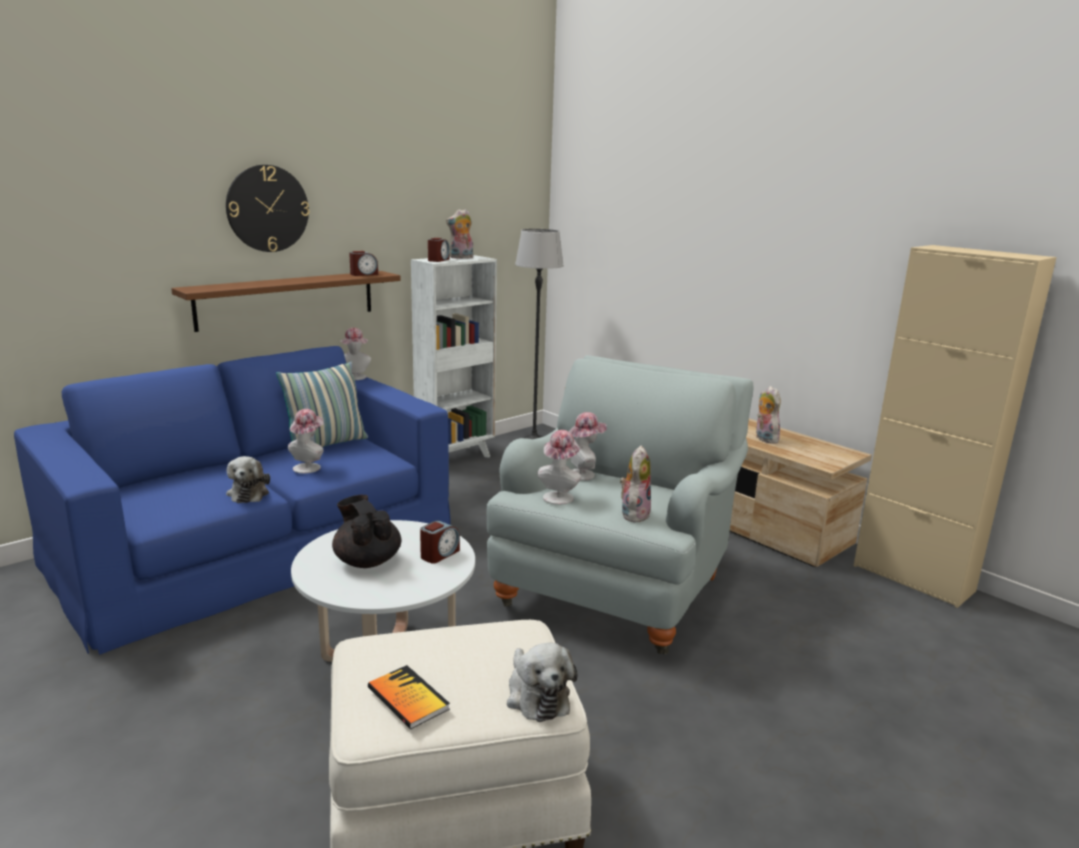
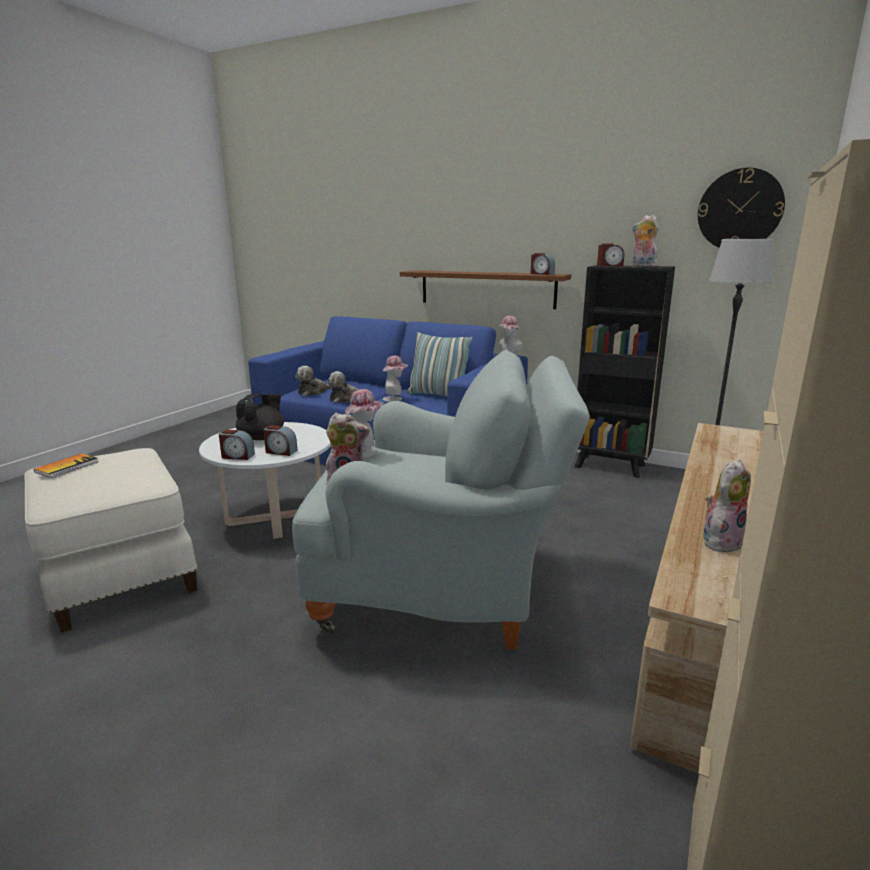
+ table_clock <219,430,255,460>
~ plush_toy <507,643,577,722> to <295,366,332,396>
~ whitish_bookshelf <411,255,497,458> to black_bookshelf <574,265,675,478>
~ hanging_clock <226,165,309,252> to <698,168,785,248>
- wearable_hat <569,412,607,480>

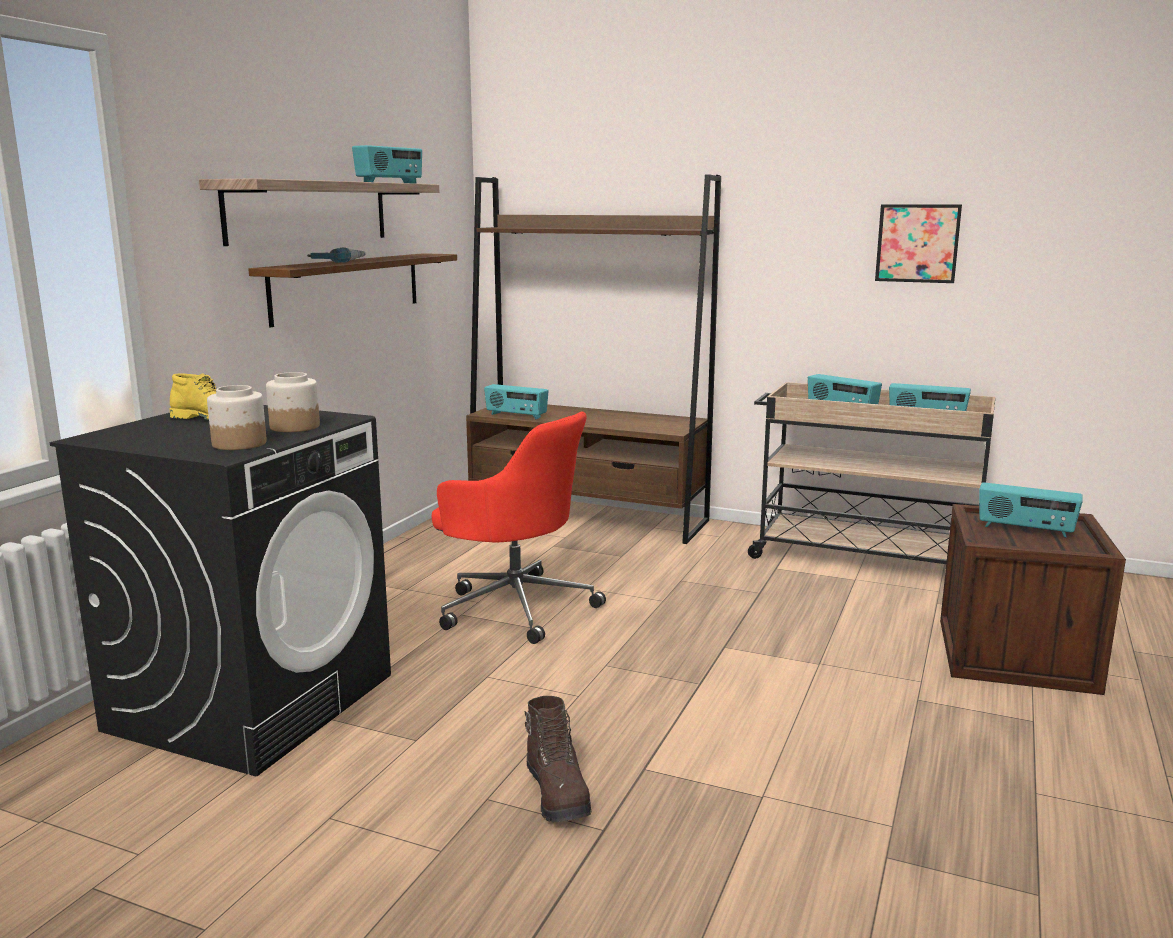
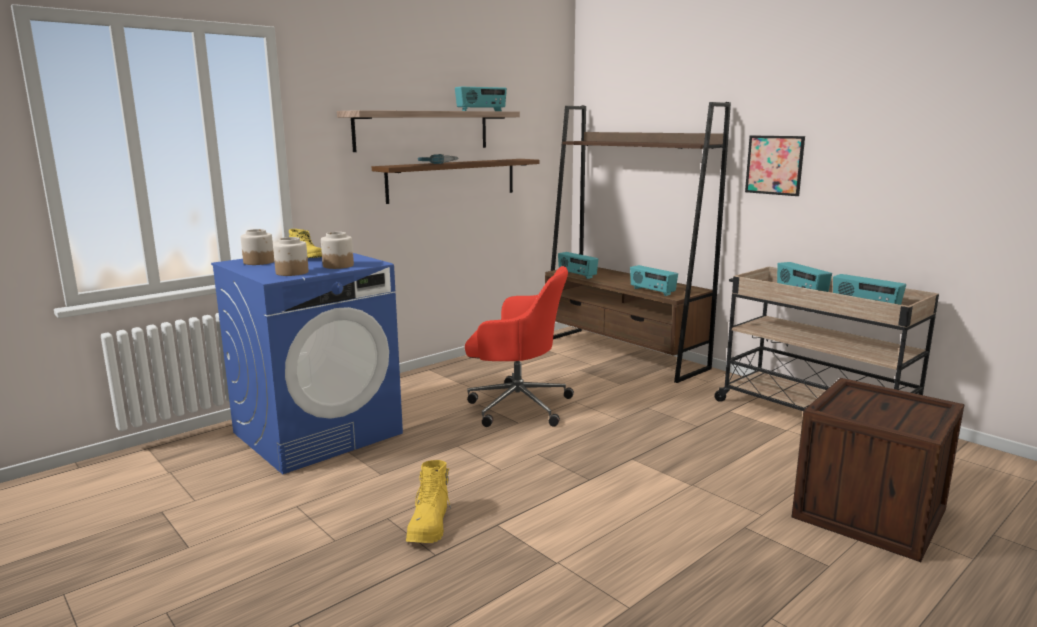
~ black_washing_machine <49,405,391,776> to blue_washing_machine <211,253,403,474>
+ preserve_jar <241,229,274,265>
~ brown-coloured_high-top_boot <525,696,591,822> to yellow_high-top_boot <406,460,451,543>
~ red-coloured_computer_chair <432,412,606,644> = <465,266,574,427> 45 degrees counterclockwise
~ radio <979,482,1082,538> to <630,265,678,296>
~ picture <875,204,962,283> to <745,136,805,196>

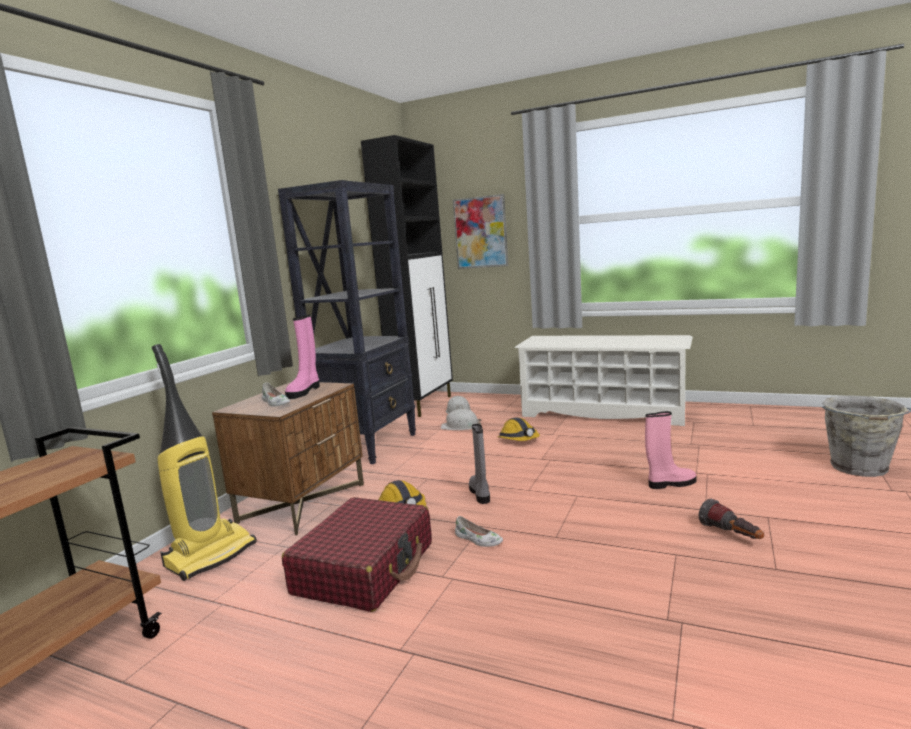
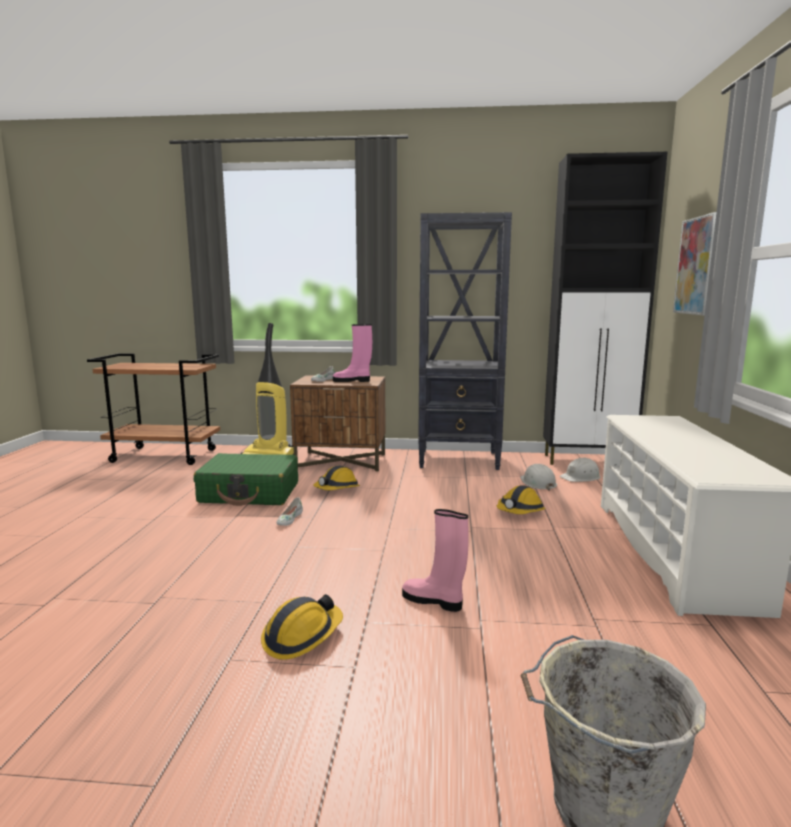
~ red-coloured_travel_case <282,497,432,612> to greenish_travel_case <194,453,298,506>
~ torch <699,499,764,539> to work_helmet <261,594,343,660>
~ pinkish_high-top_boot <645,411,696,489> = <402,509,469,612> 150 degrees clockwise
- gray_high-top_boot <469,424,490,504>

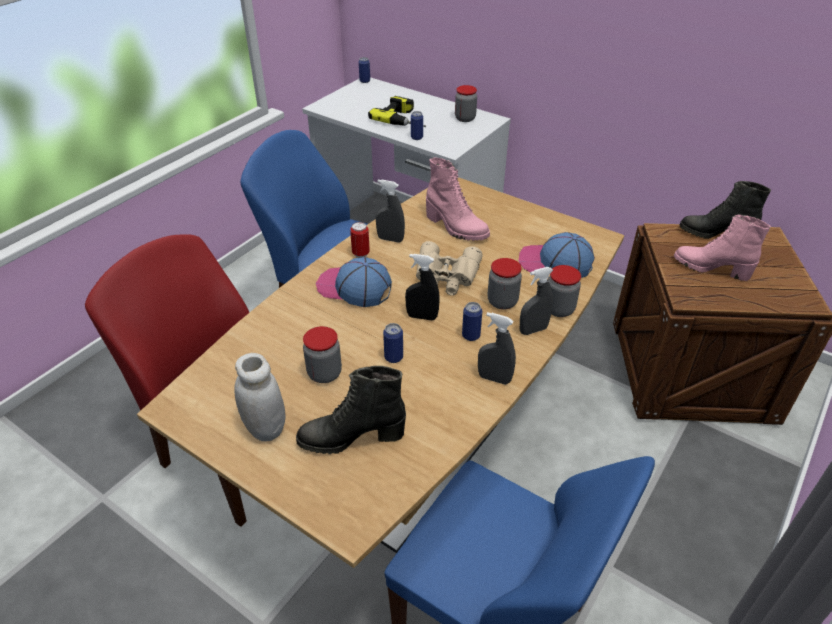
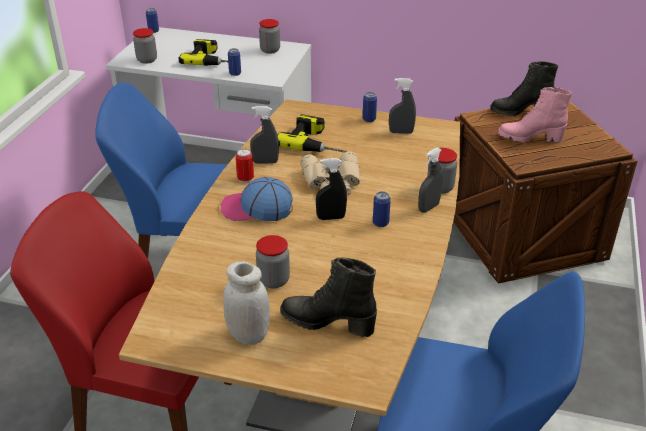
~ preserve_jar <487,258,522,310> to <133,28,157,64>
~ pinkish_high-top_boot <426,158,490,241> to drill <278,115,347,153>
~ black_high-top_boot <296,366,406,454> = <280,258,377,337> 45 degrees clockwise
~ metal_can <383,323,403,363> to <363,92,377,122>
~ gray_sprayer <478,312,516,385> to <389,78,416,134>
- cap <518,232,595,278>

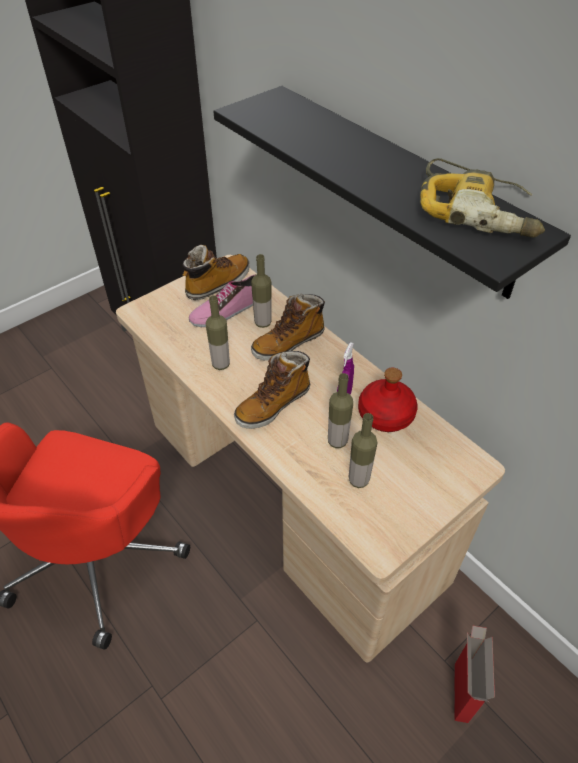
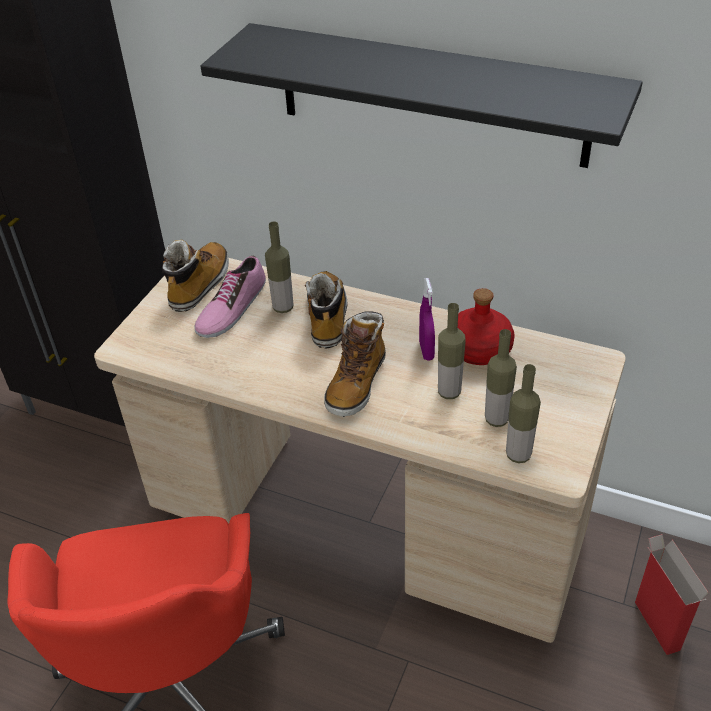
~ high-top_boot <251,294,325,361> = <305,271,347,349> 150 degrees clockwise
~ beverage_bottle <206,296,230,370> to <506,364,541,463>
- drill <420,158,545,238>

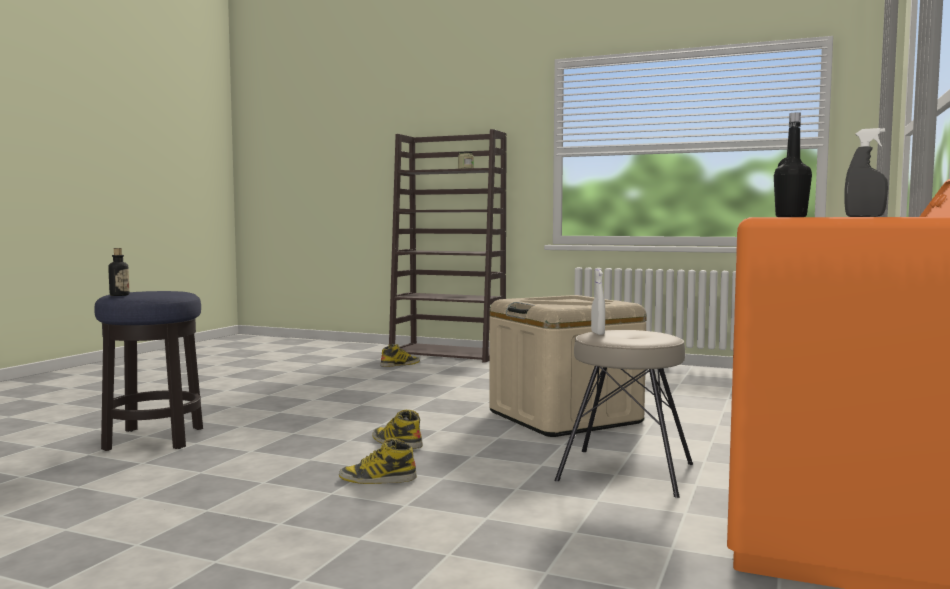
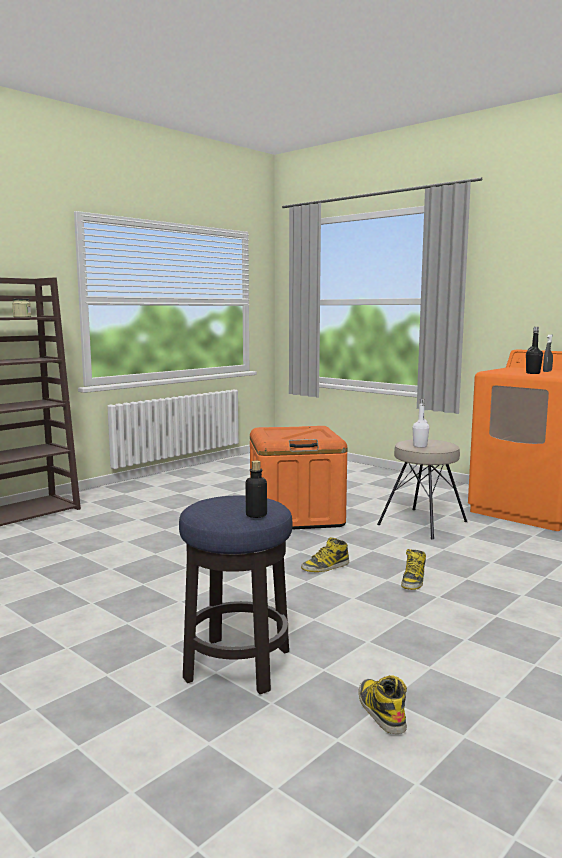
~ beige_storage_box <489,295,646,437> to orangey_storage_box <250,426,347,530>
~ high-top_boot <380,344,420,367> to <359,675,407,734>
~ whitish_sprayer <591,269,605,335> to whitish_beverage_bottle <412,399,429,448>

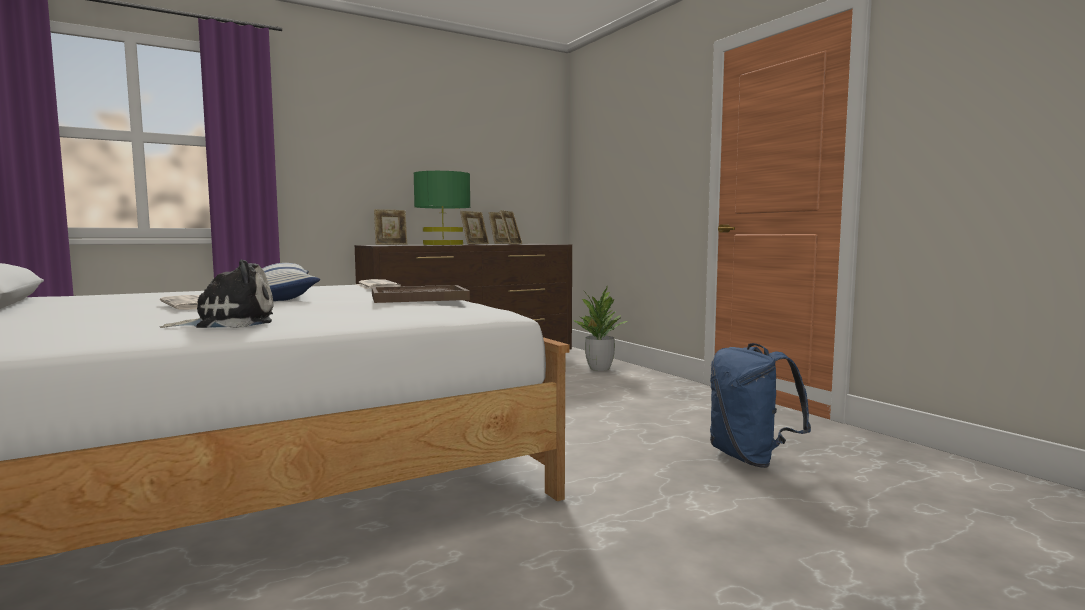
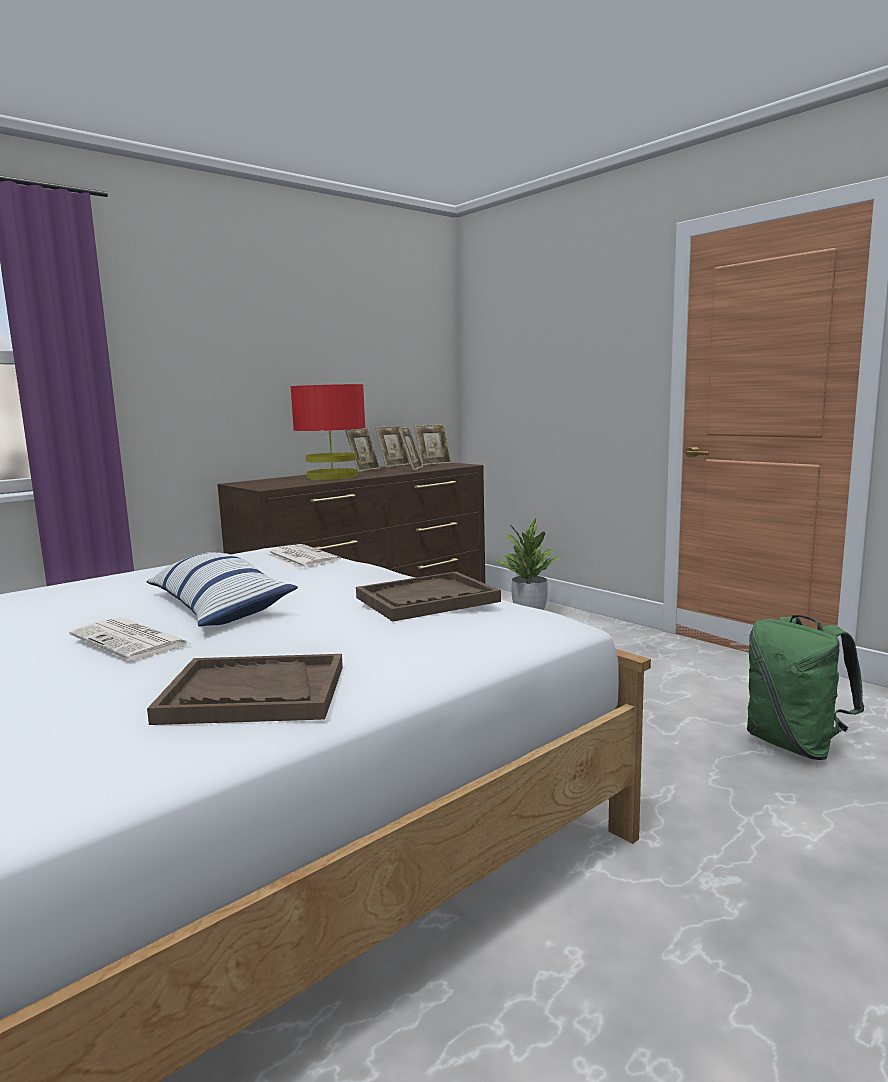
~ plush_toy <160,259,274,328> to brown-coloured_serving_tray <147,654,343,725>
~ greenish_lamp_for_a_table <413,171,471,245> to red-coloured_lamp_for_a_table <290,384,366,480>
~ picture_frame <374,209,407,245> to <414,424,452,466>
~ blue_knapsack <710,343,811,468> to greenish_knapsack <747,615,864,760>

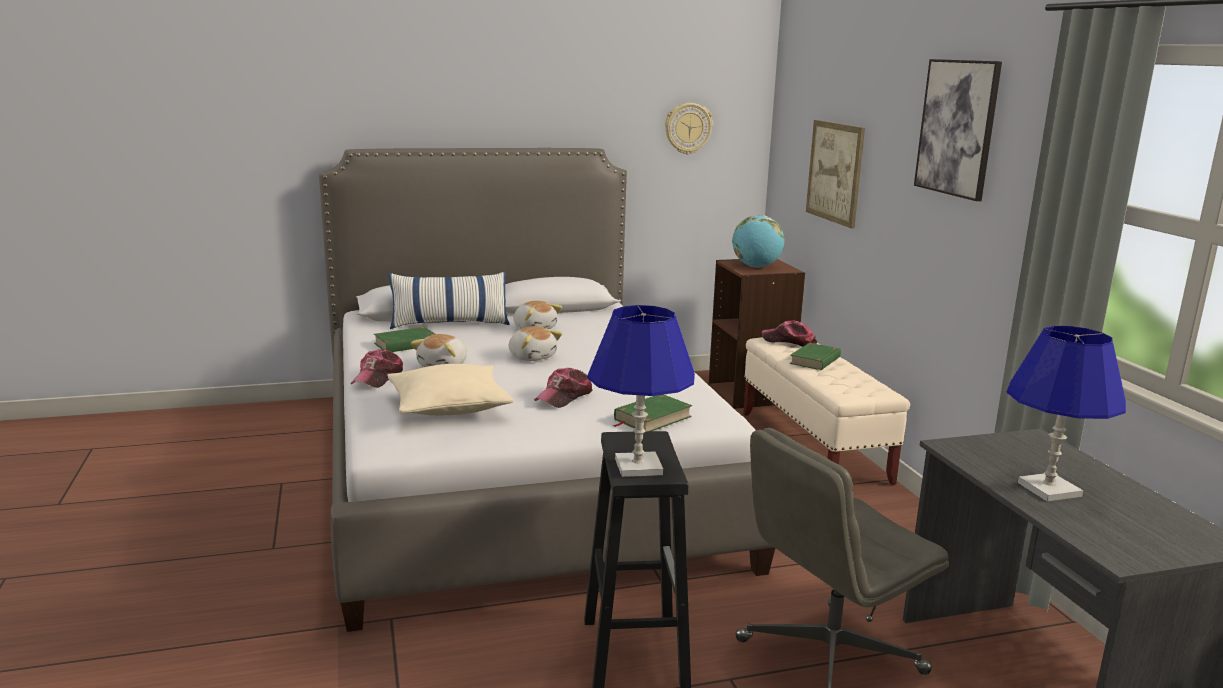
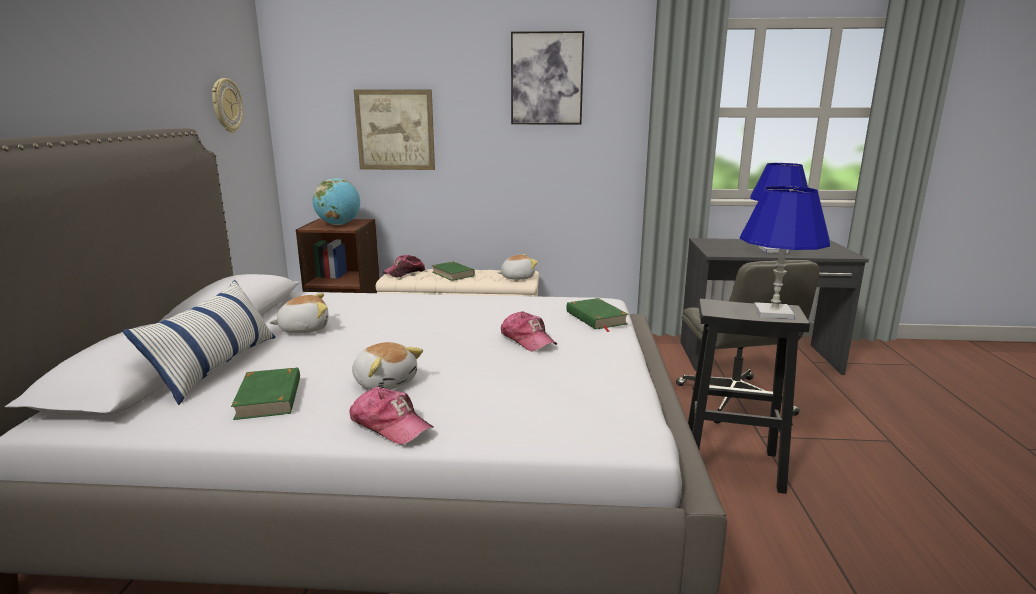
~ plush_toy <509,326,562,361> to <497,254,538,280>
- beige_throw_pillow <387,364,513,416>

